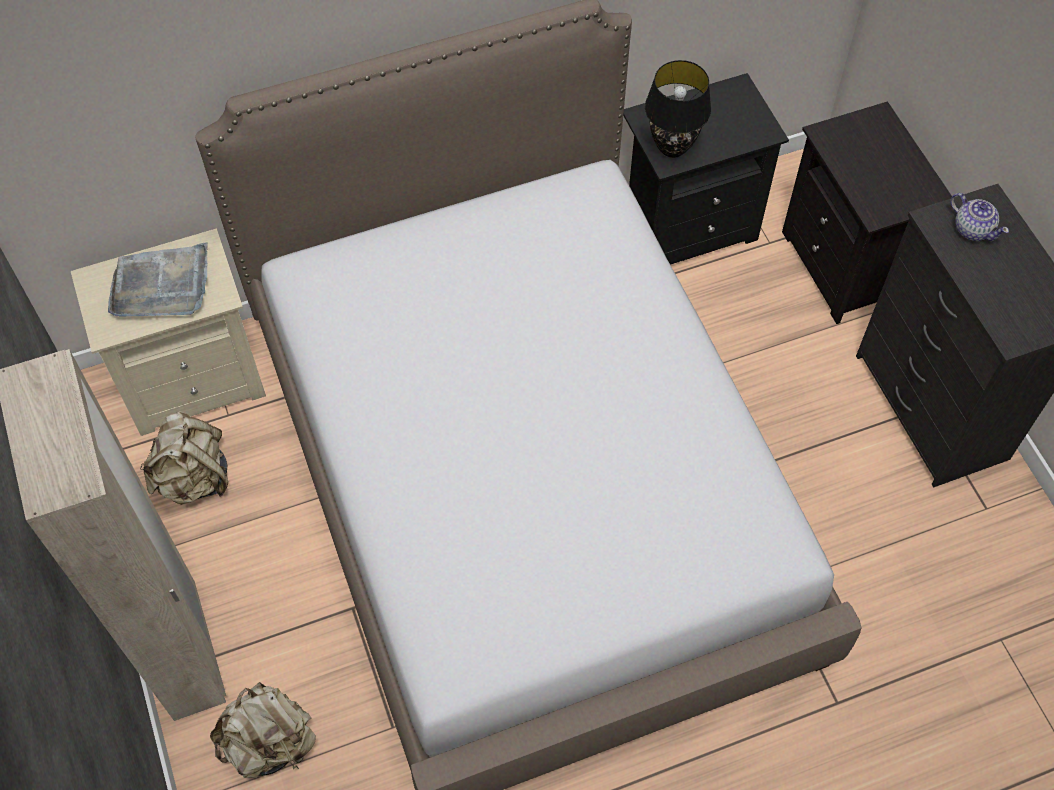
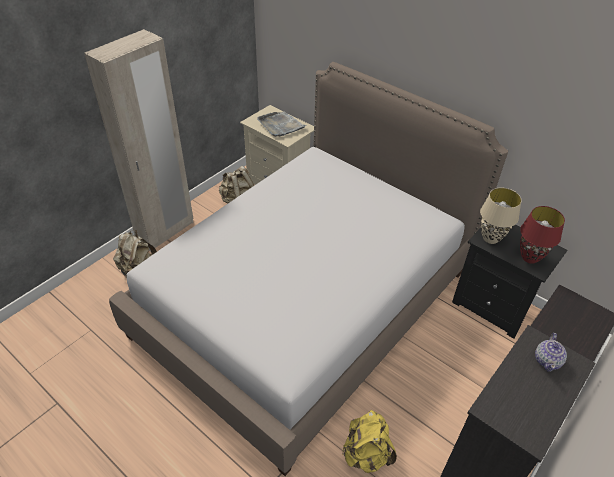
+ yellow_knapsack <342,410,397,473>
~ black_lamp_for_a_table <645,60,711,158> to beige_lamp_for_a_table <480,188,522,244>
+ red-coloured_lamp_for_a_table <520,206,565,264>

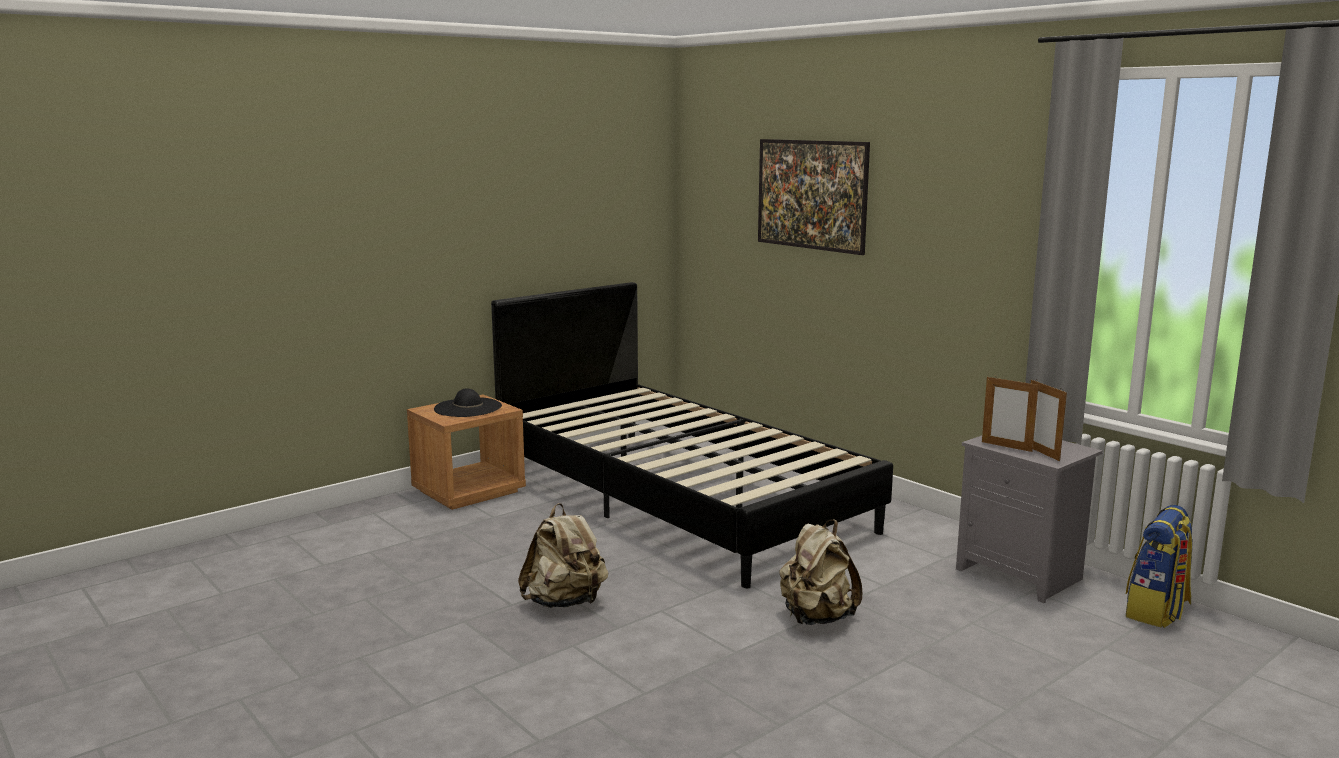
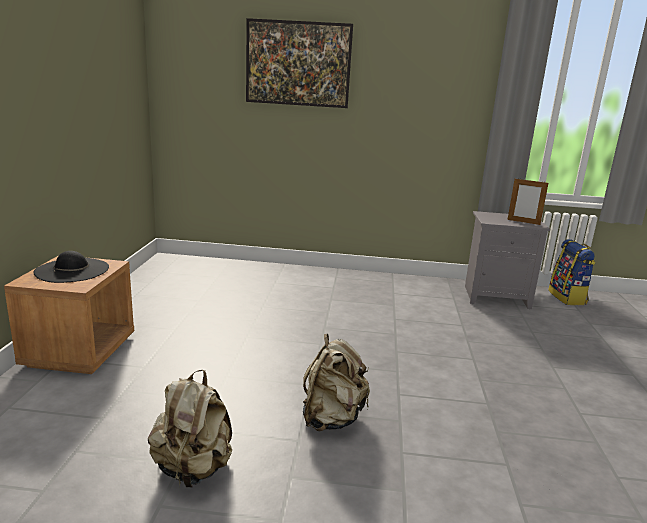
~ beige_knapsack <779,519,862,625> to <148,370,232,488>
- black_bedroom_bed <491,282,893,588>
- picture_frame <982,376,1039,452>

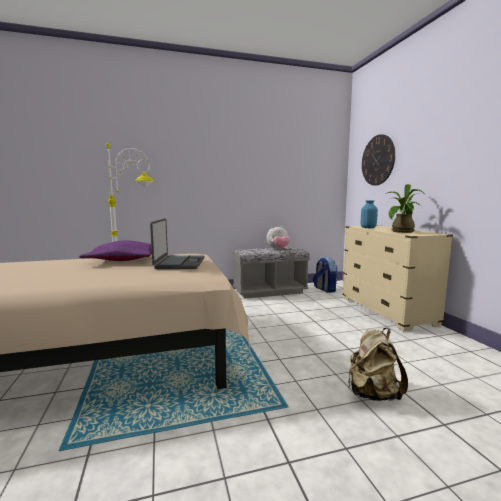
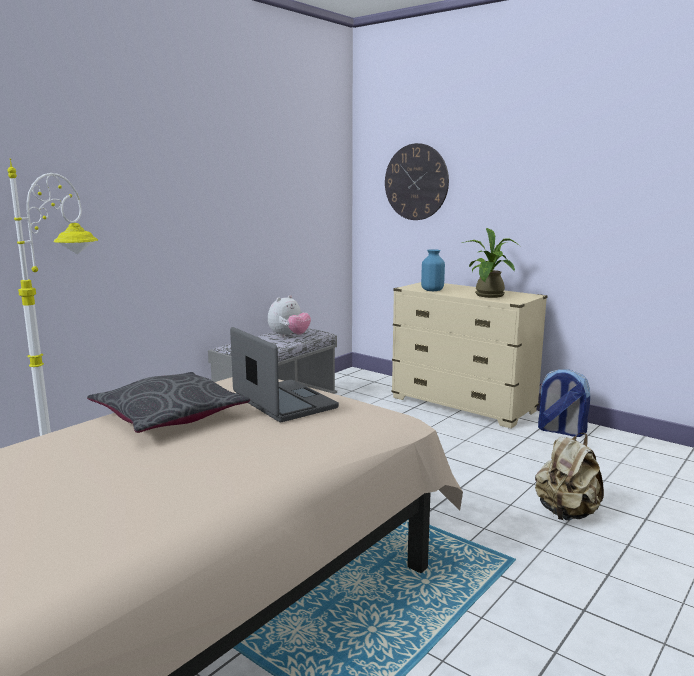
~ purplish_throw_pillow <79,240,152,261> to gray_throw_pillow <87,372,250,433>
~ knapsack <313,257,338,293> to <538,369,590,437>

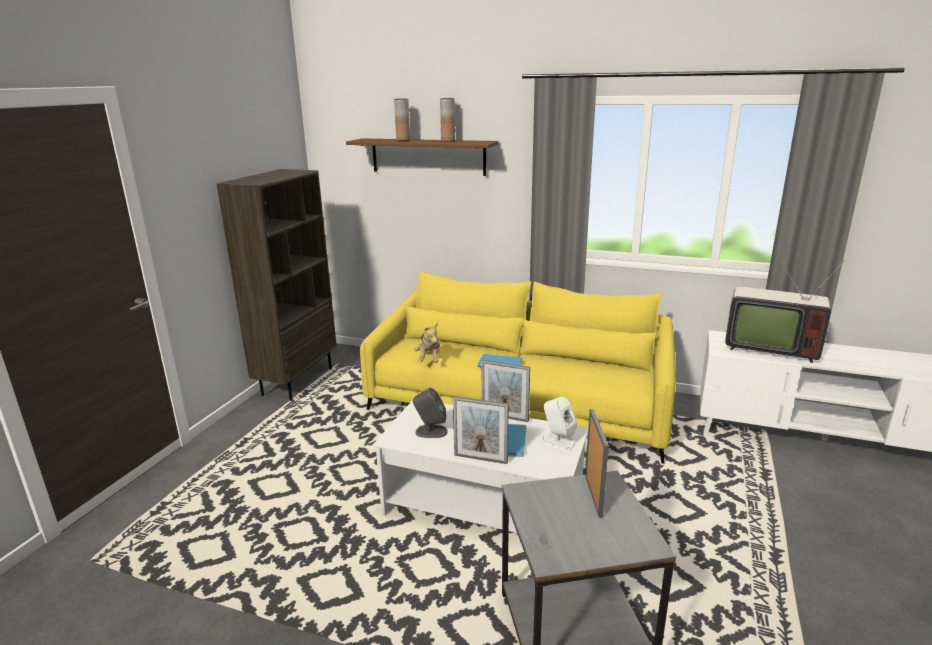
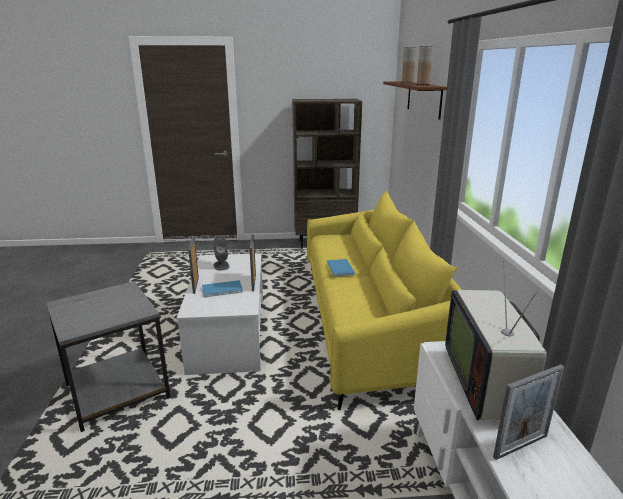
~ picture_frame <585,409,609,518> to <493,364,564,460>
- plush_toy <414,323,440,363>
- whitish_audio_speaker <543,397,577,451>

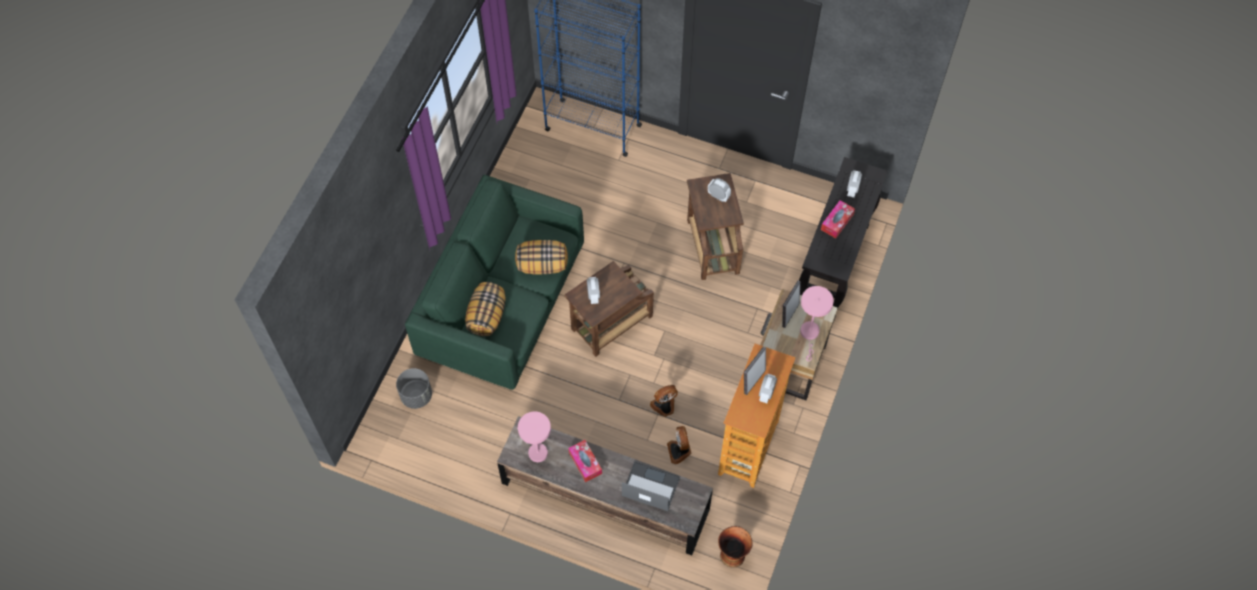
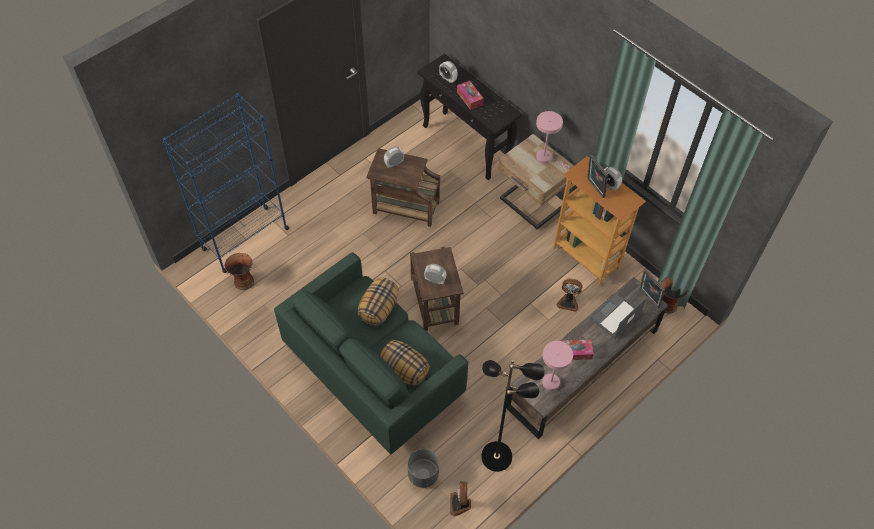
+ decorative_vase <225,253,254,290>
~ electric_fan <650,385,678,417> to <450,482,471,516>
+ black_standing_lamp <481,360,545,472>
~ picture_frame <782,281,800,328> to <640,270,665,309>

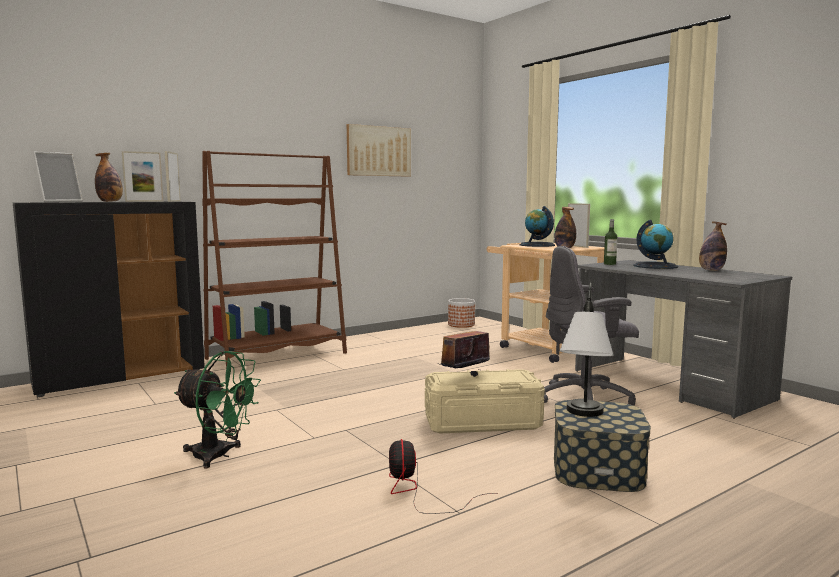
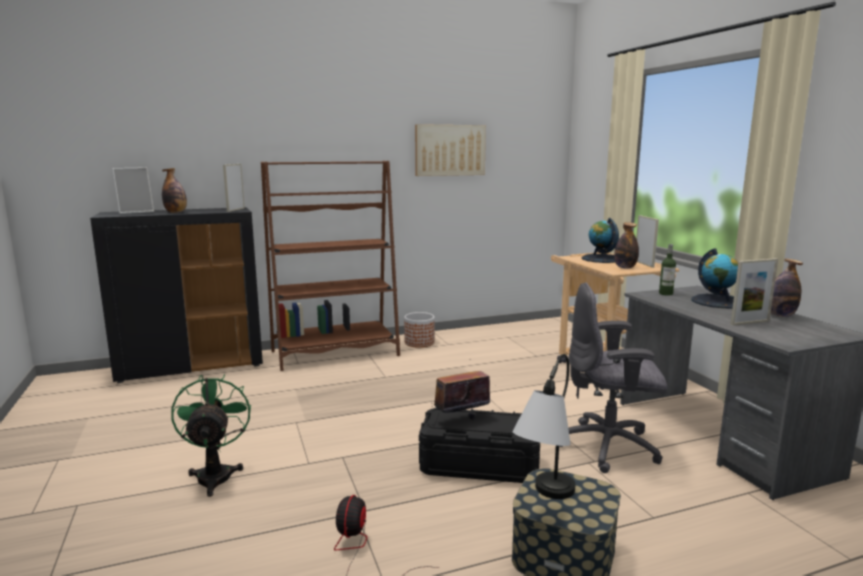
~ greenish_electric_fan <174,351,261,468> = <171,374,251,497> 135 degrees counterclockwise
~ planter <448,298,475,328> to <404,312,435,348>
~ beige_storage_box <425,369,545,434> to black_storage_box <419,408,540,483>
~ picture_frame <122,151,163,202> to <730,258,778,325>

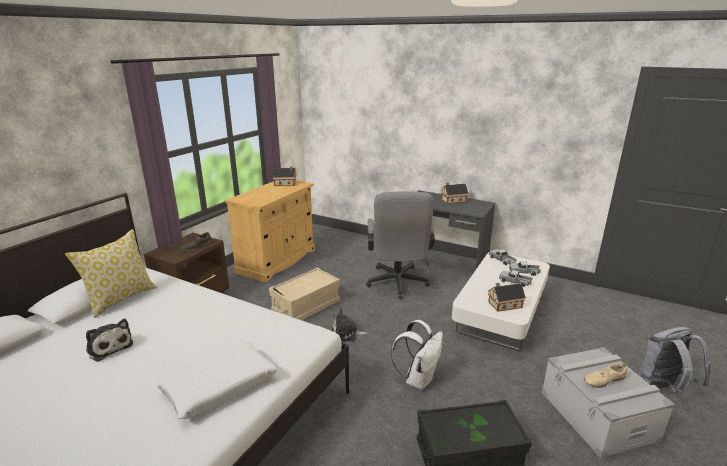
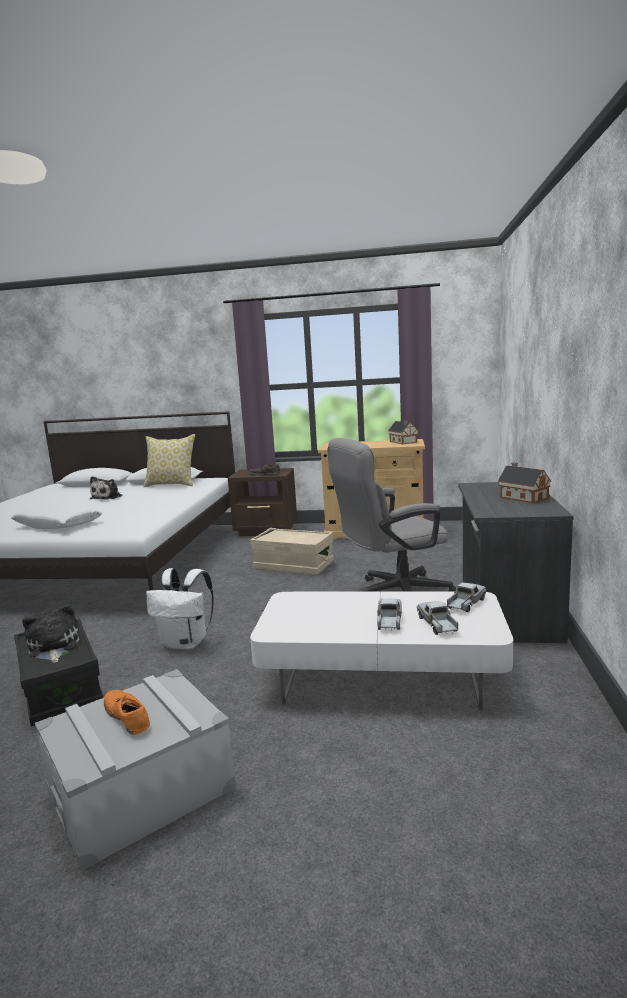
~ plush_toy <332,309,368,343> to <22,604,80,663>
~ beige_item_of_footwear <584,363,627,388> to orangey_item_of_footwear <104,690,150,735>
- miniature_house <488,283,526,312>
- gray_knapsack <638,327,710,396>

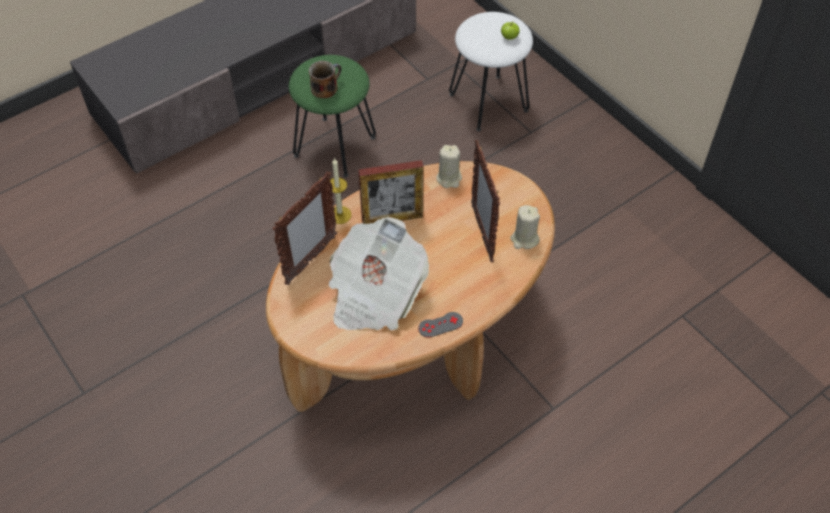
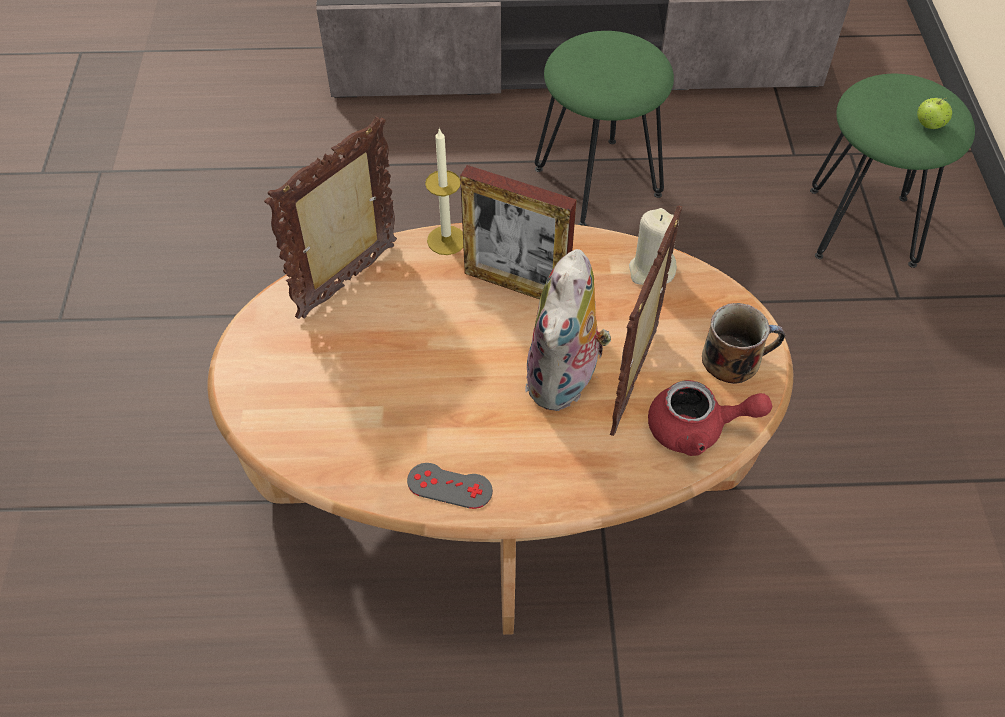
~ picture_frame <272,171,337,285> = <264,116,397,319> 150 degrees clockwise
+ plush_toy <525,249,611,411>
~ beige_wax_light <510,205,540,249> to red-coloured_teapot <648,380,772,456>
~ tea_mug <309,61,341,98> to <702,303,785,384>
~ whitish_stool <449,12,533,131> to greenish_stool <810,74,975,268>
- daily_paper <328,217,429,331>

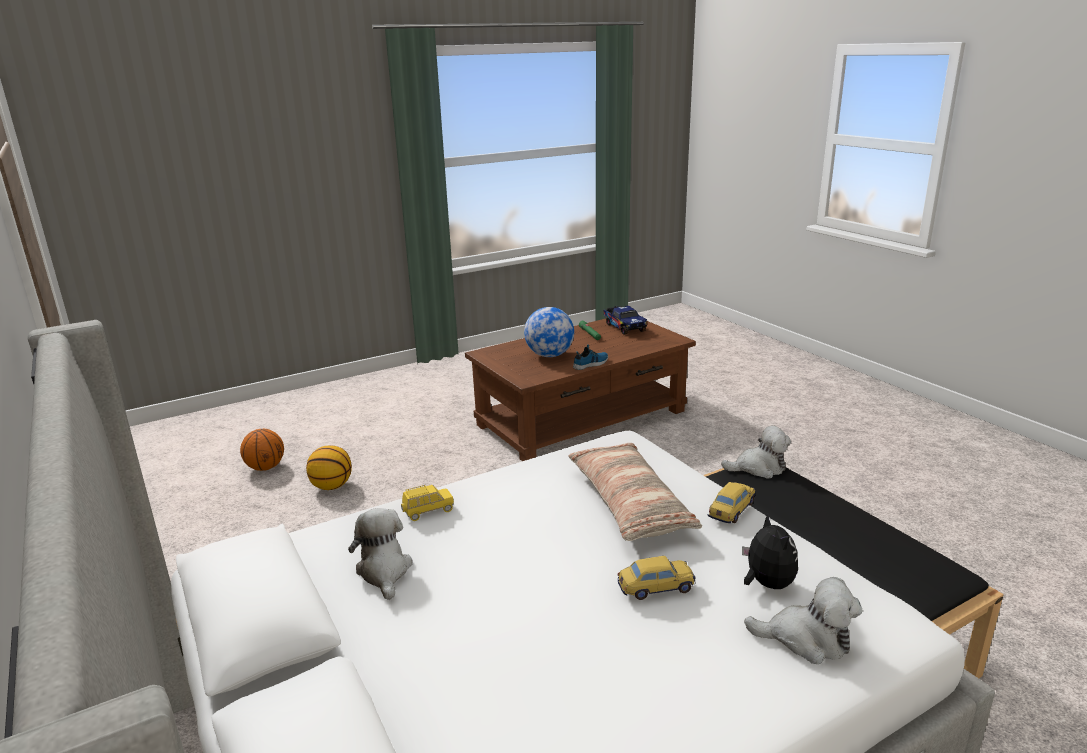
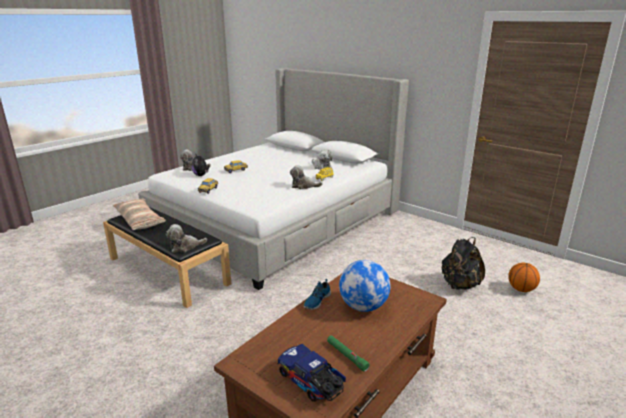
~ throw_pillow <569,443,702,541> to <113,199,166,230>
+ plush_toy <290,165,322,189>
~ ball_for_basketball <306,445,352,490> to black_knapsack <442,237,485,290>

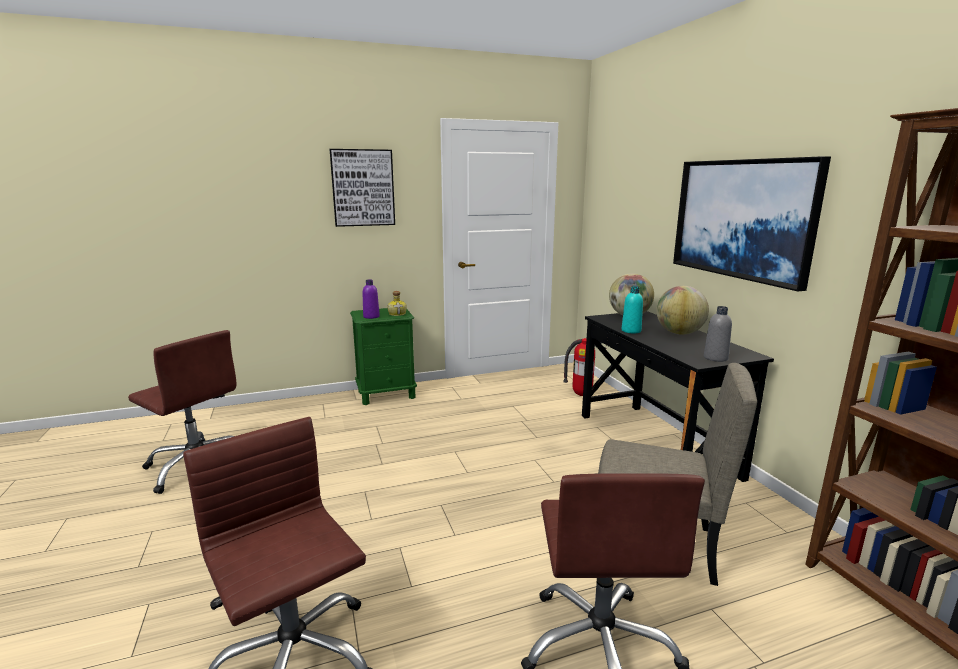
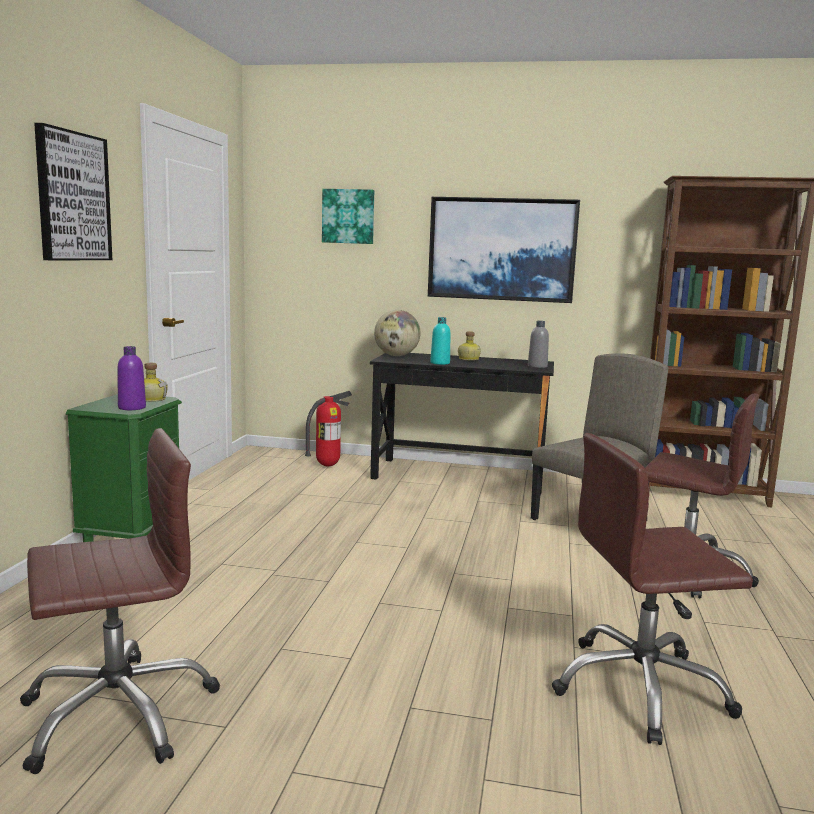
+ picture <322,189,374,244>
~ desk_globe <656,286,709,335> to beverage_bottle <458,331,481,360>

